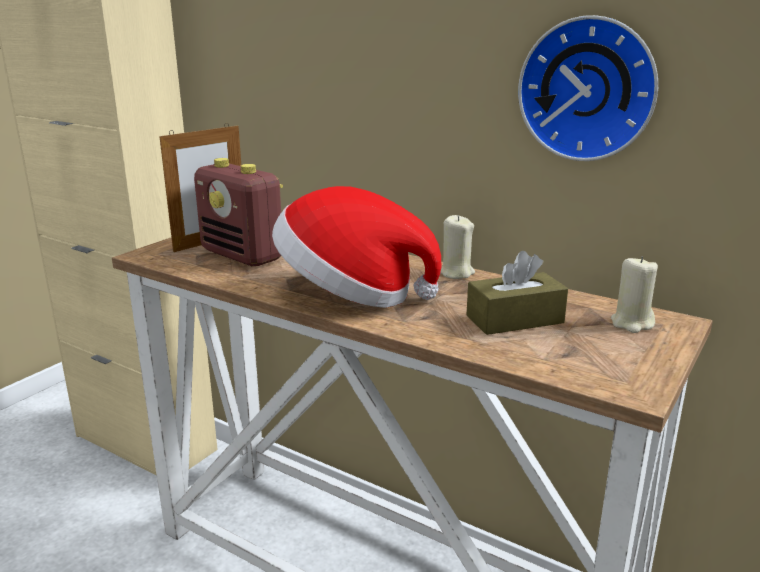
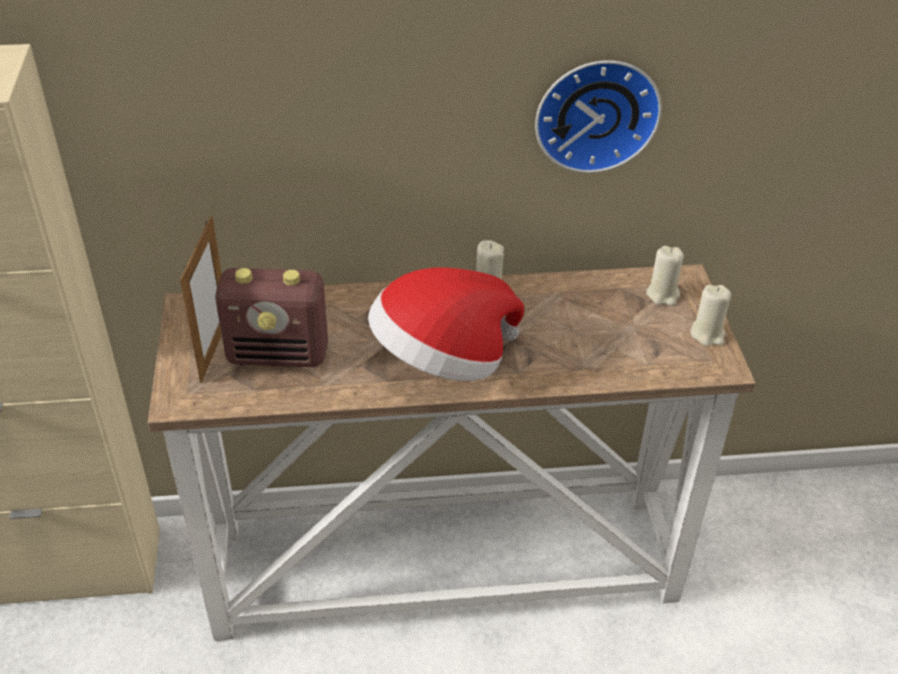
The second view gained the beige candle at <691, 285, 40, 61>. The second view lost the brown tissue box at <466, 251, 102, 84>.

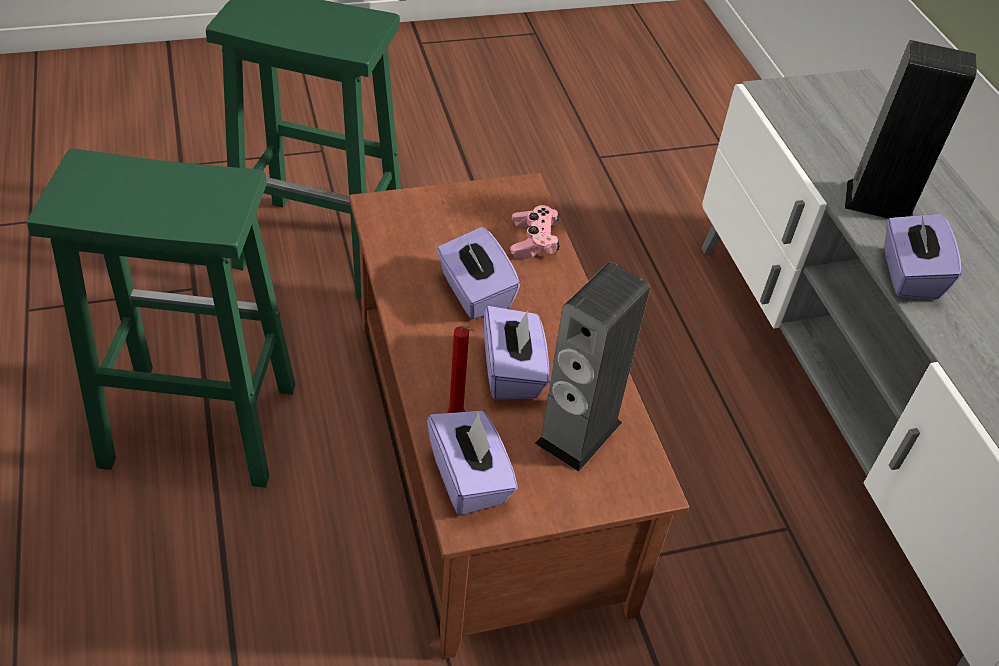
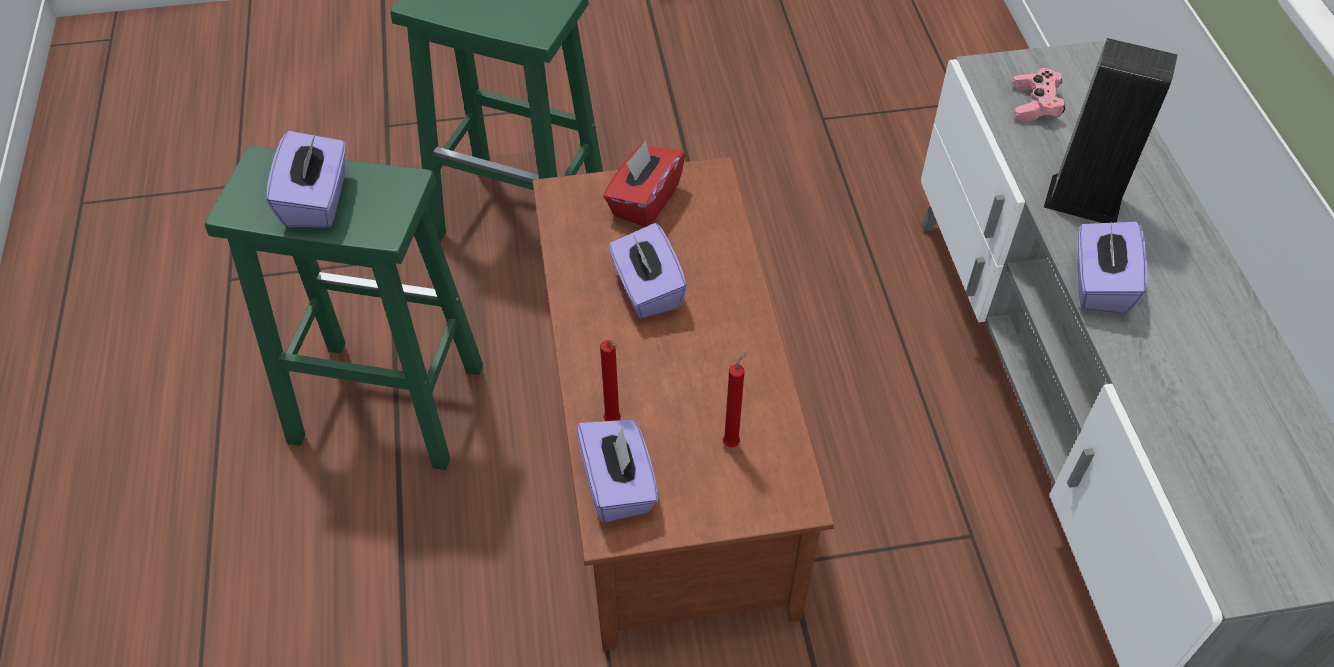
The purple tissue box ended up elsewhere, having gone from <484, 306, 65, 93> to <266, 131, 80, 96>. The second view gained the red tissue box at <603, 141, 82, 86>. Where the speaker stood at <535, 262, 115, 210>, the red candle came to stand at <723, 351, 24, 96>. The pink game controller ended up elsewhere, having gone from <510, 205, 49, 54> to <1013, 68, 53, 53>.

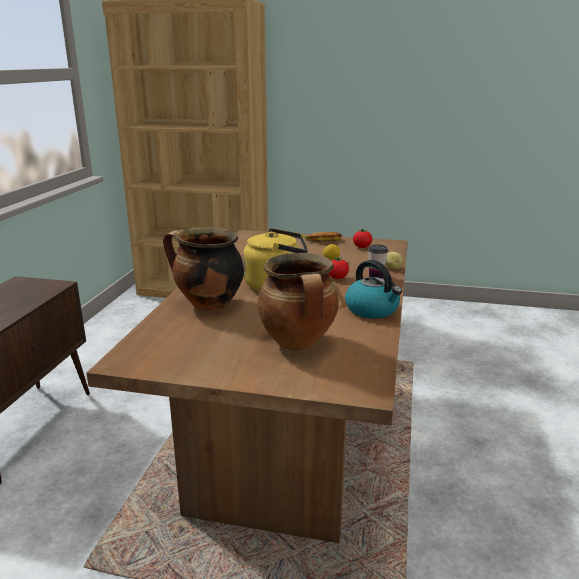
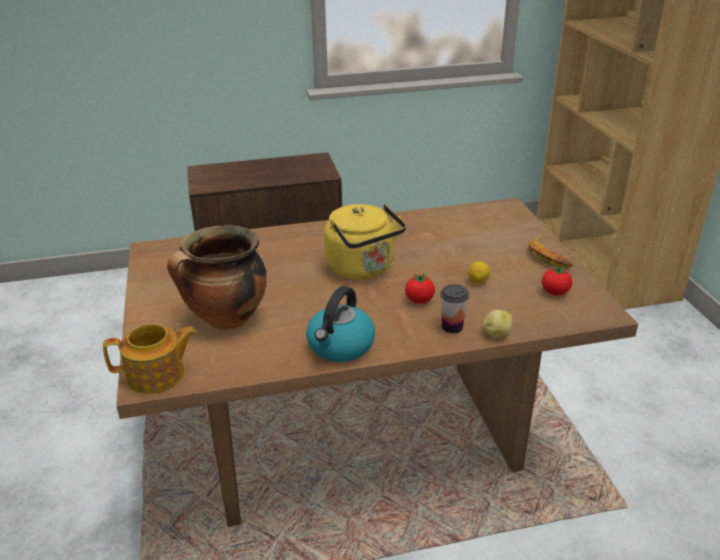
The second view gained the teapot at <103, 323, 94, 71>. The second view lost the cooking pot at <163, 227, 81, 84>.

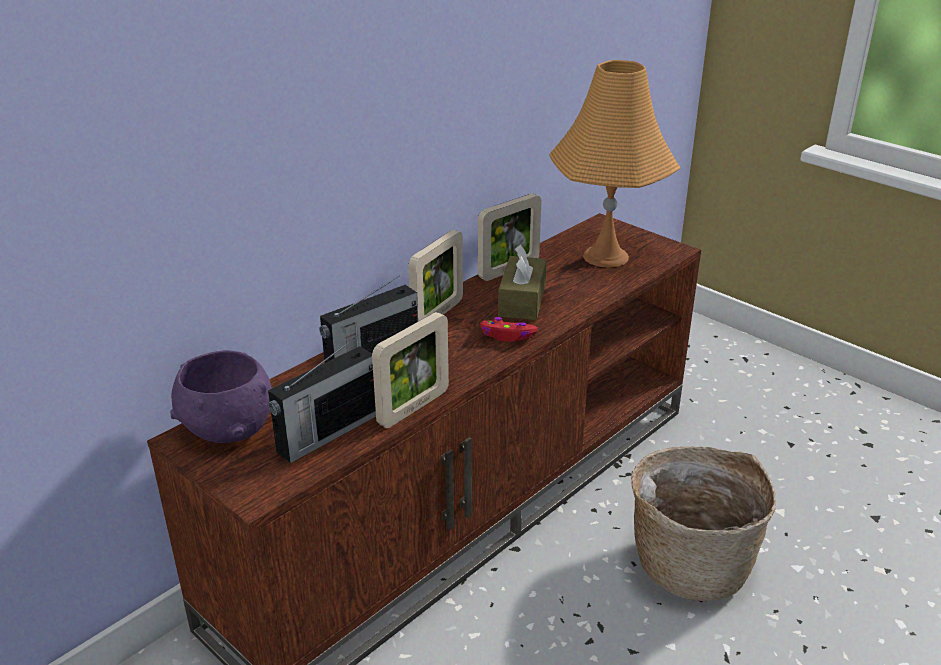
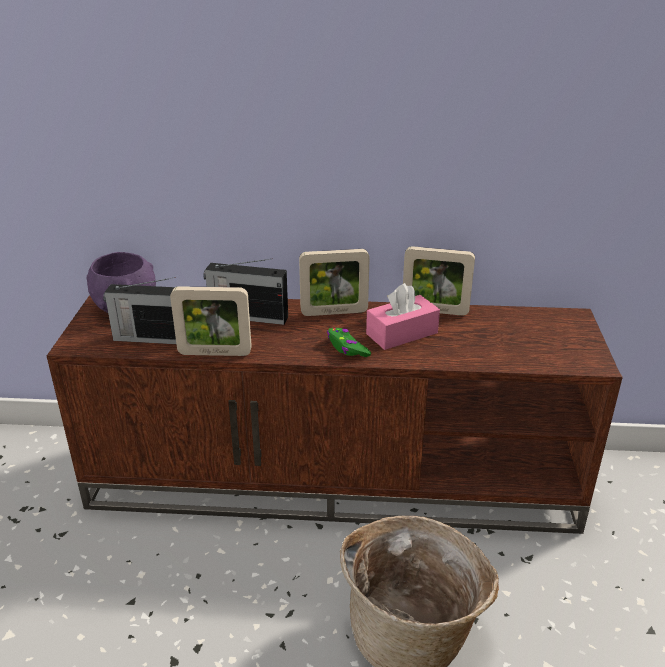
What was the red game controller at <480, 317, 58, 25> turned into the green game controller at <327, 328, 44, 29>. What was the brown tissue box at <498, 245, 49, 75> turned into the pink tissue box at <366, 283, 74, 67>. The second view lost the orange table lamp at <549, 60, 131, 208>.

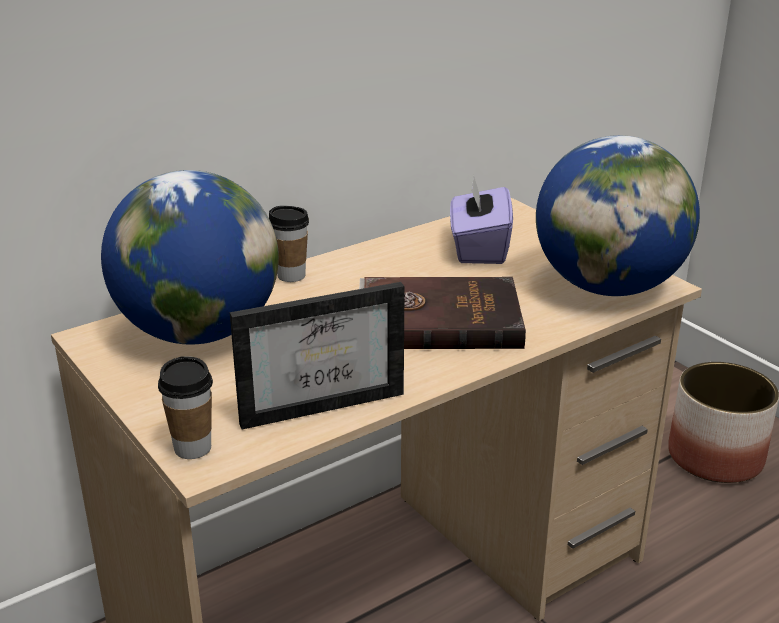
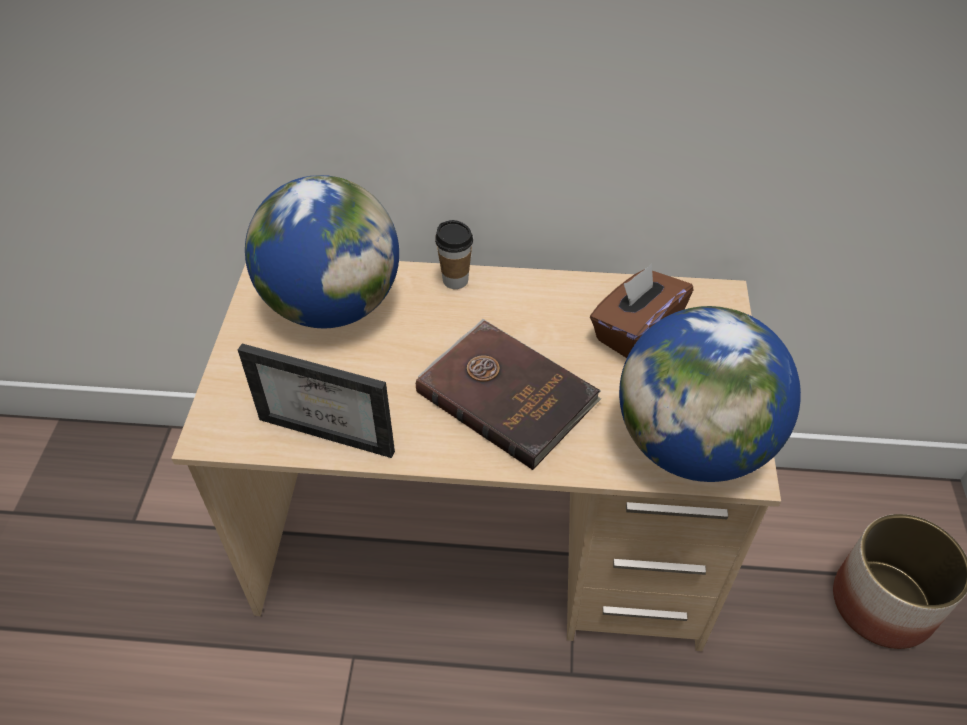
What was the purple tissue box at <450, 174, 63, 90> turned into the brown tissue box at <590, 264, 104, 94>. The second view lost the cup at <158, 356, 55, 103>.

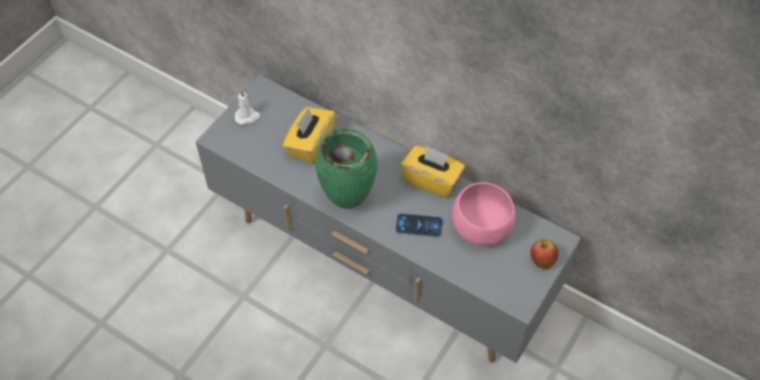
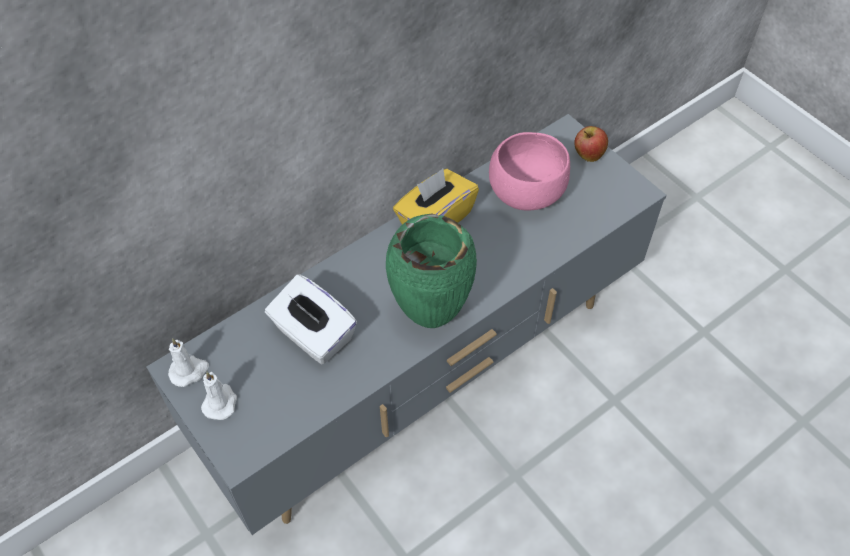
The second view gained the white candle at <168, 338, 41, 49>. What was the yellow tissue box at <282, 107, 54, 57> turned into the white tissue box at <265, 274, 92, 91>. The second view lost the phone at <396, 213, 47, 24>.

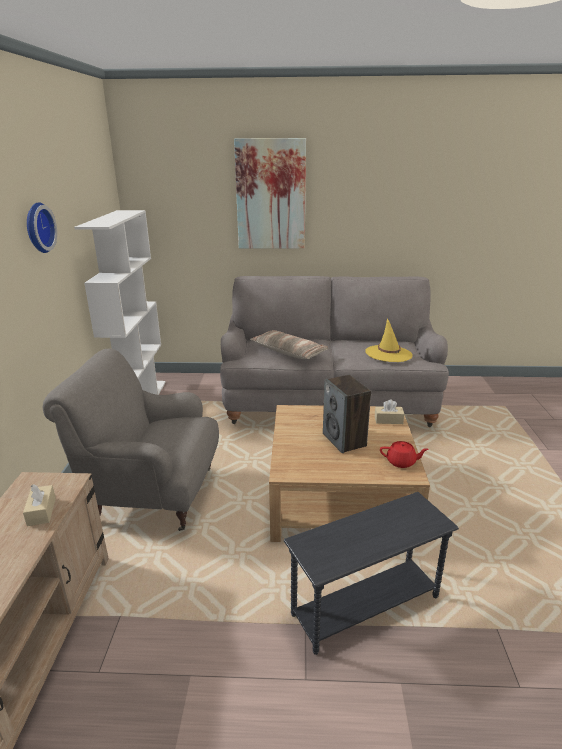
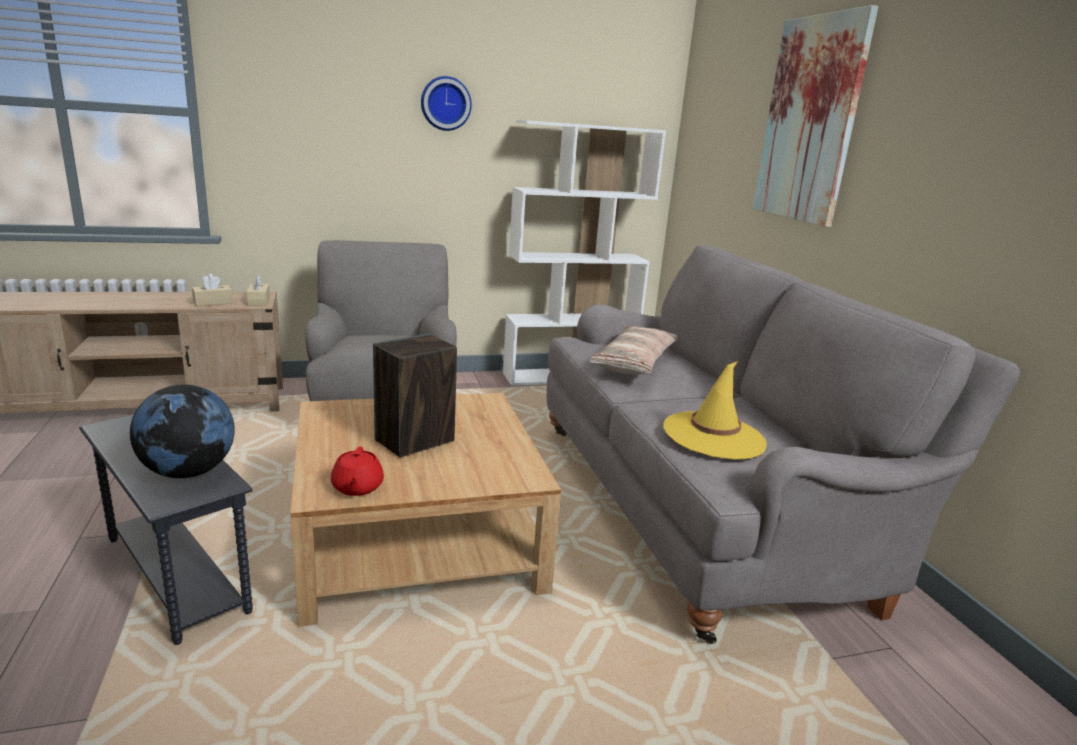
The second view gained the globe at <130, 385, 105, 93>. The beige tissue box ended up elsewhere, having gone from <375, 399, 29, 25> to <246, 274, 24, 32>.

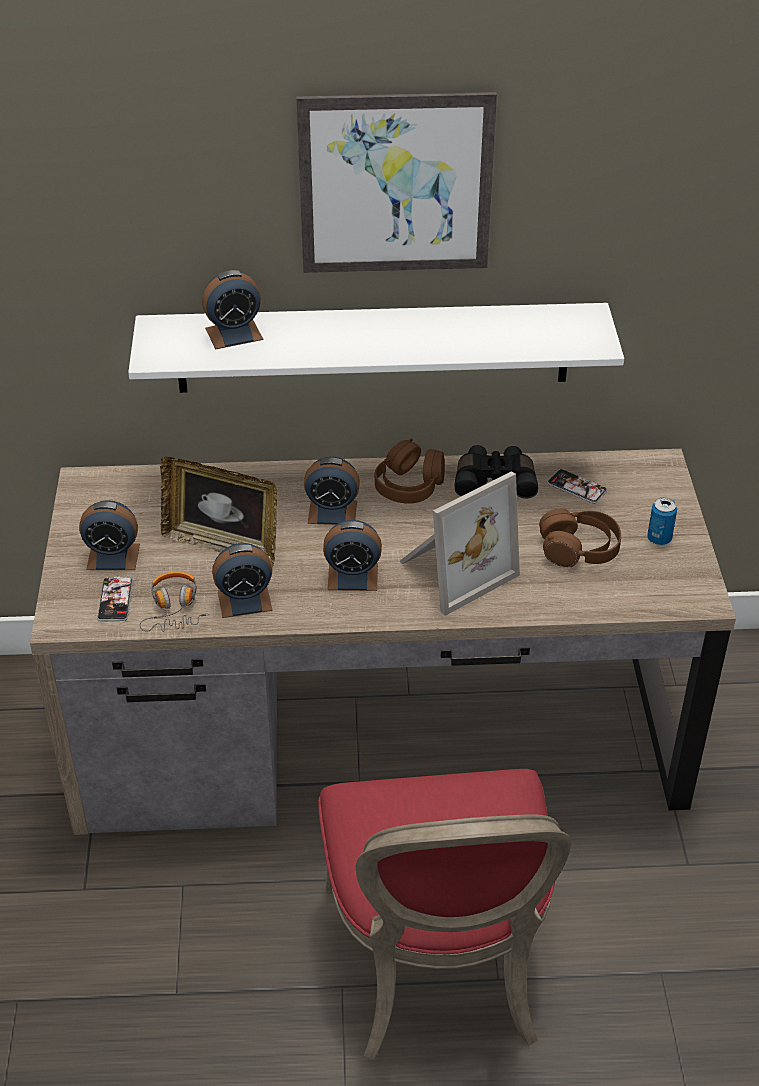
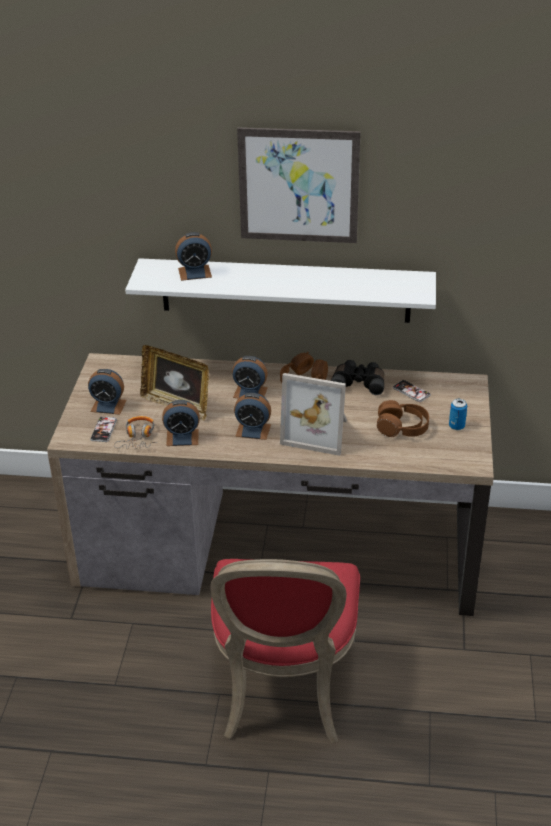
The picture frame at <399, 471, 121, 145> ended up facing another way, 45 degrees clockwise from before.

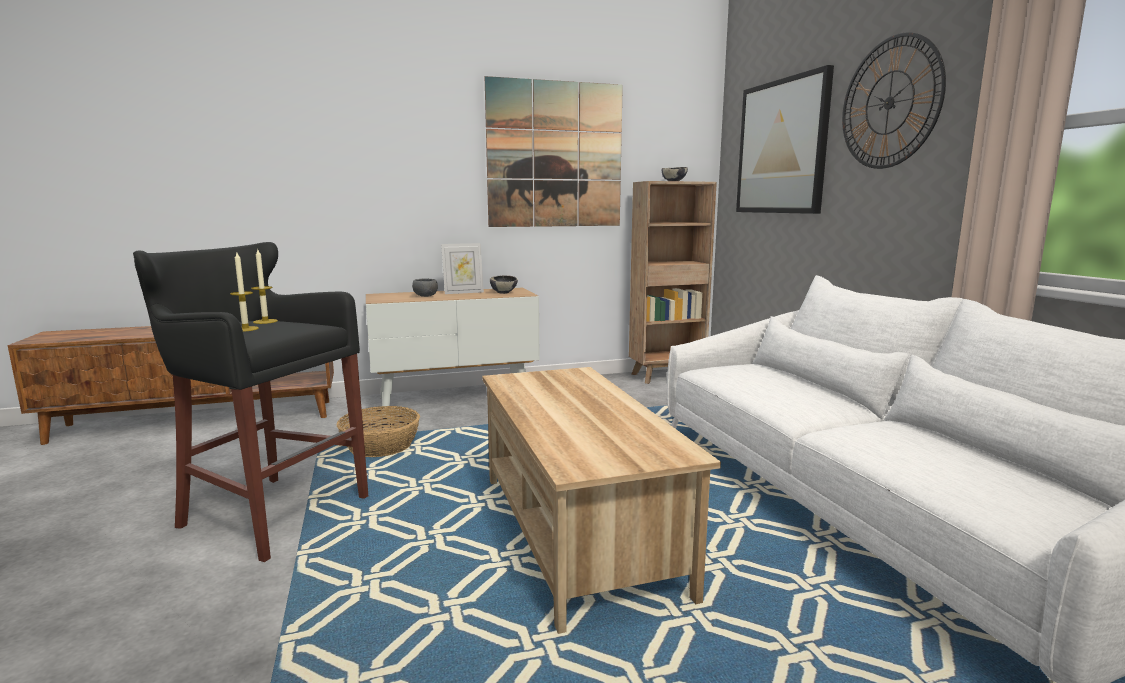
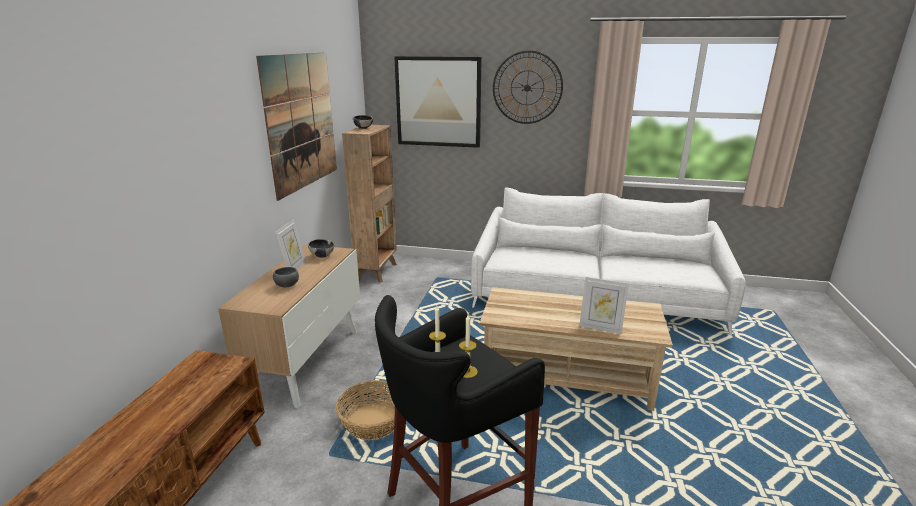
The second view gained the picture frame at <579, 277, 50, 57>.

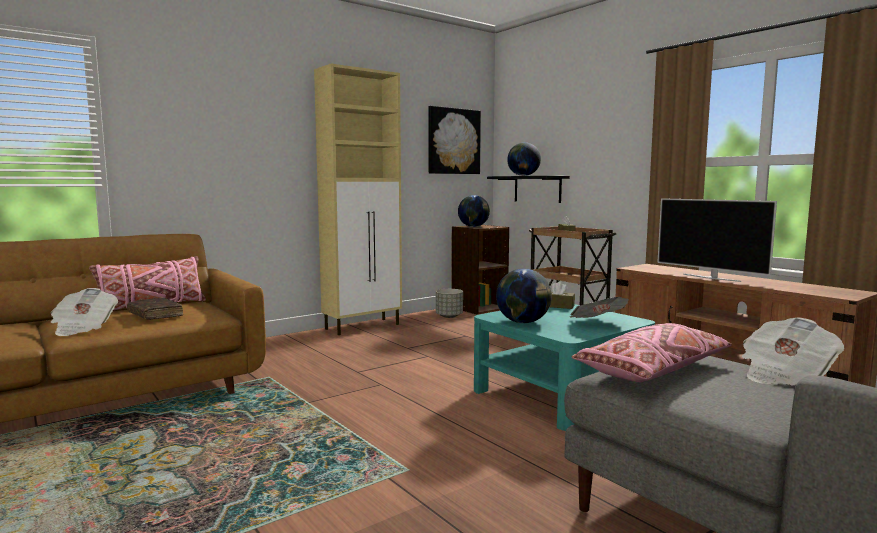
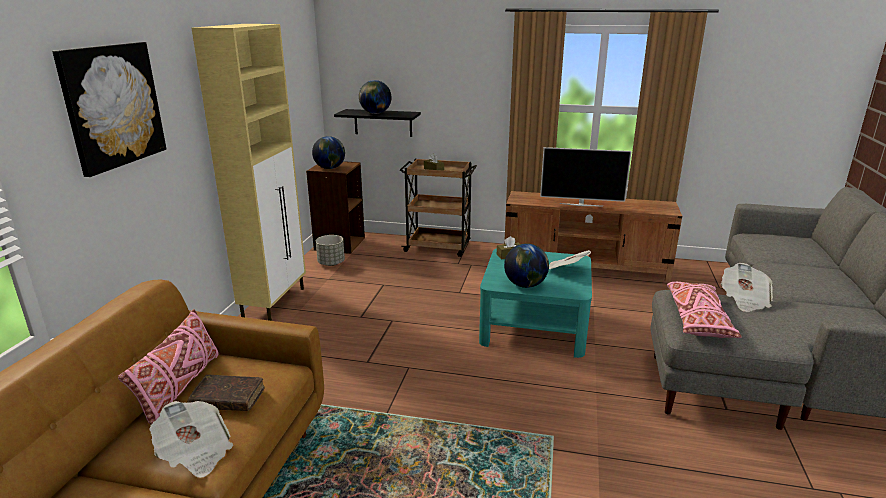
The picture ended up elsewhere, having gone from <428, 106, 53, 68> to <52, 42, 114, 135>.

